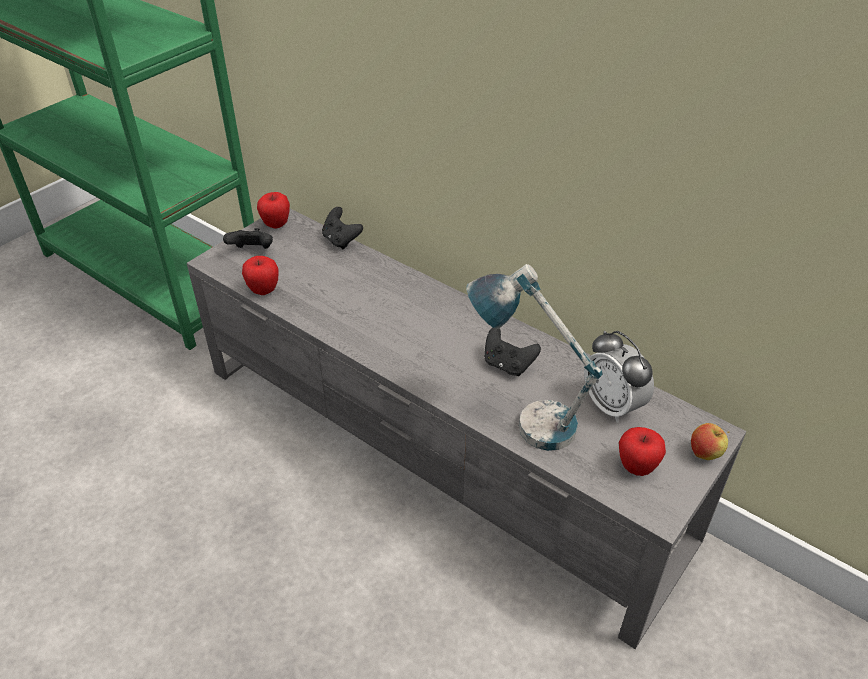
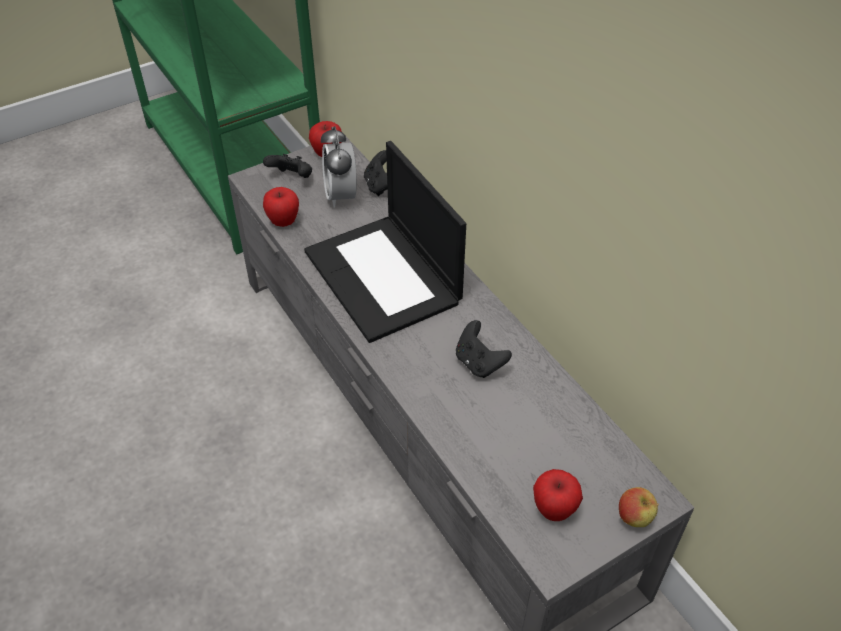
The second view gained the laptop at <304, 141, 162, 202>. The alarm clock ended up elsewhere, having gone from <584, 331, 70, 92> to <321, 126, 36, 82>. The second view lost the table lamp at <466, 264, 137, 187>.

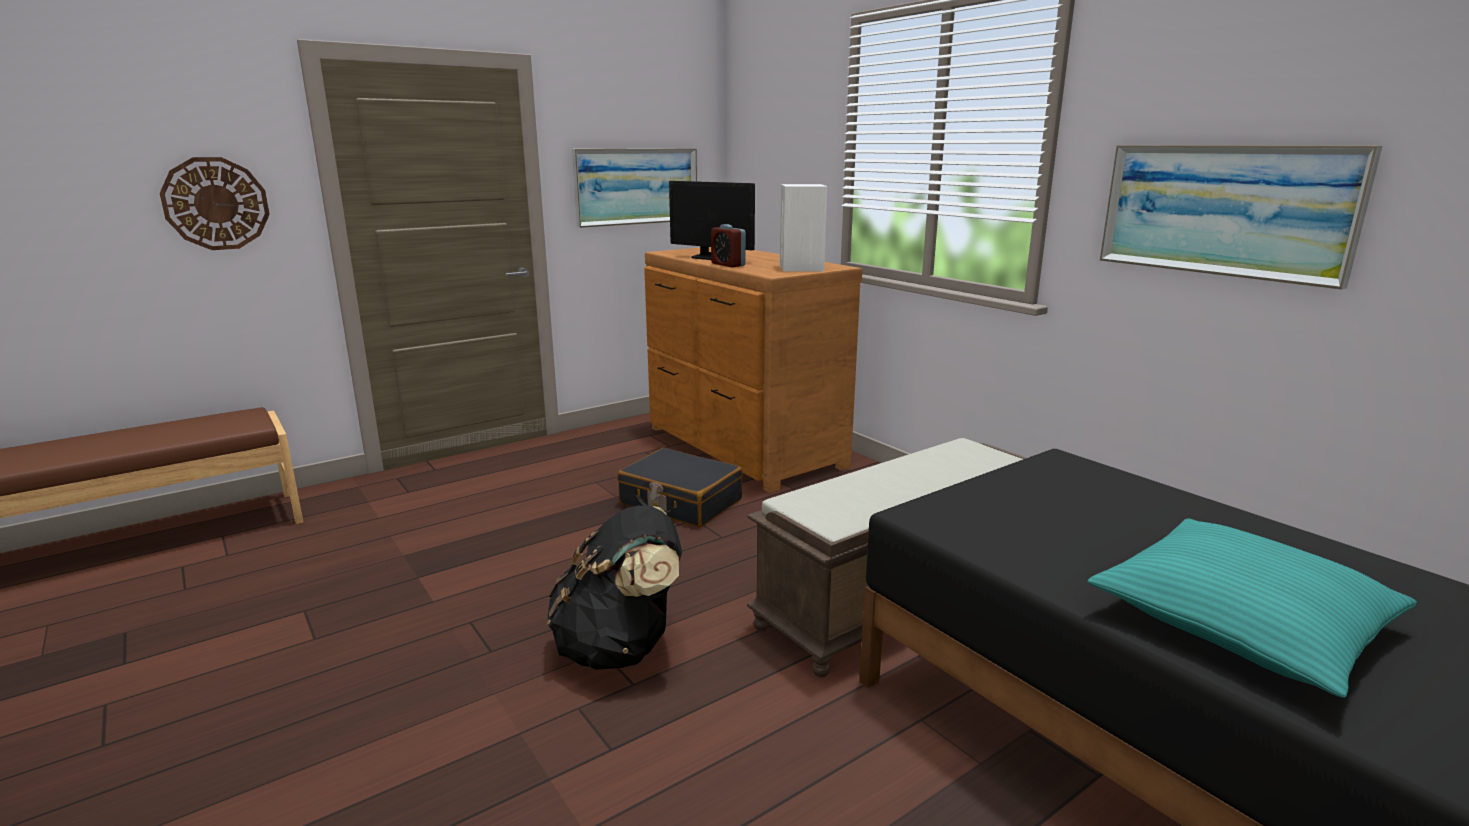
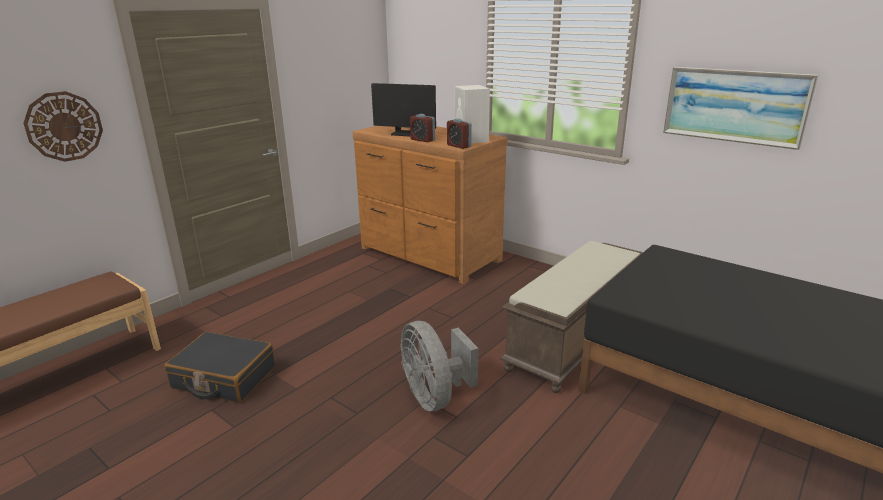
The black suitcase ended up elsewhere, having gone from <617, 448, 126, 80> to <164, 332, 111, 71>. Where the black backpack stood at <547, 505, 135, 165>, the grey fan came to stand at <401, 321, 78, 90>. The second view gained the alarm clock at <447, 119, 25, 30>. The second view lost the picture at <572, 148, 125, 80>. The second view lost the turquoise pillow at <1087, 518, 330, 180>.

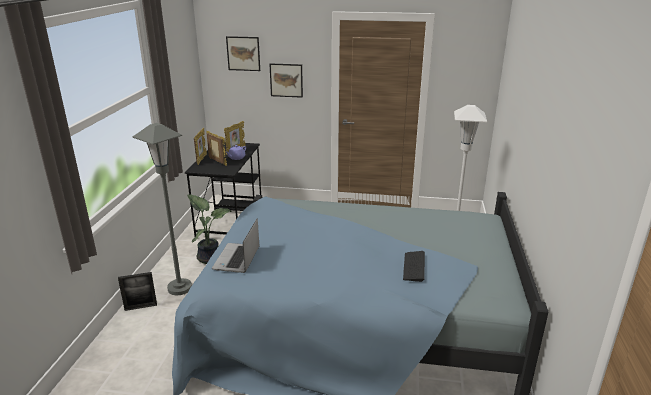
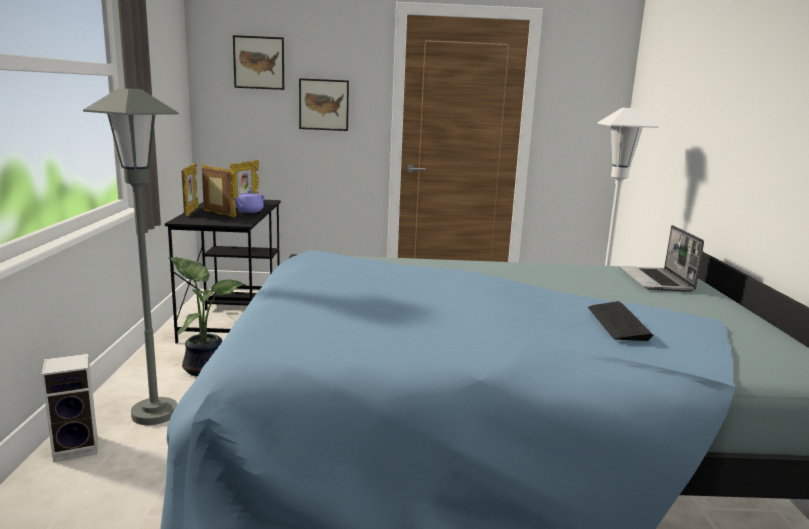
Where the picture frame stood at <118, 272, 39, 39>, the speaker came to stand at <42, 354, 55, 108>. The laptop ended up elsewhere, having gone from <212, 218, 47, 55> to <620, 225, 84, 67>.

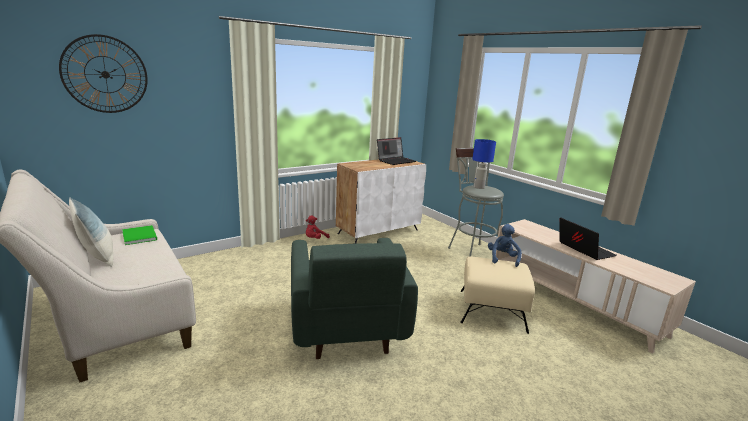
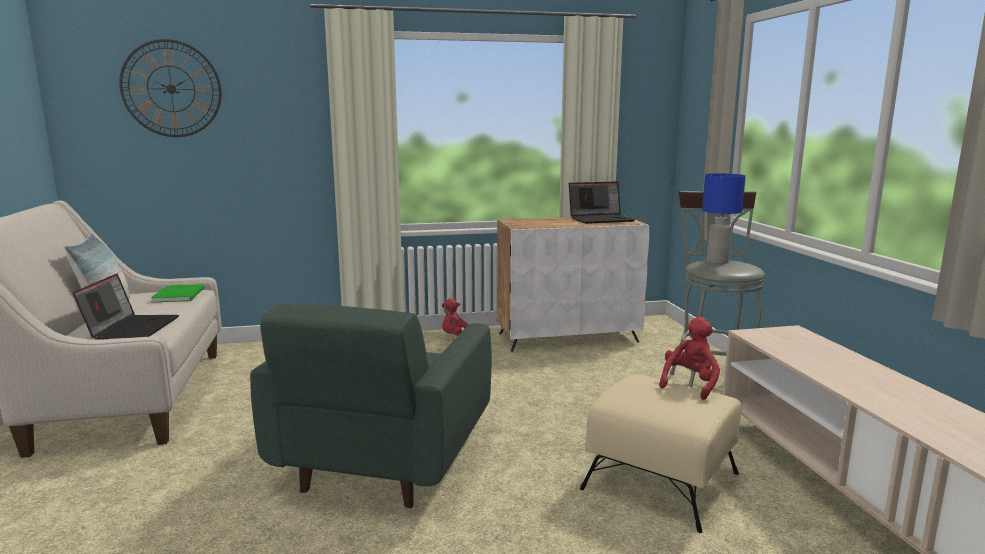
The laptop ended up elsewhere, having gone from <559, 217, 58, 43> to <73, 273, 106, 67>. What was the blue plush toy at <488, 224, 34, 43> turned into the red plush toy at <659, 317, 61, 83>.

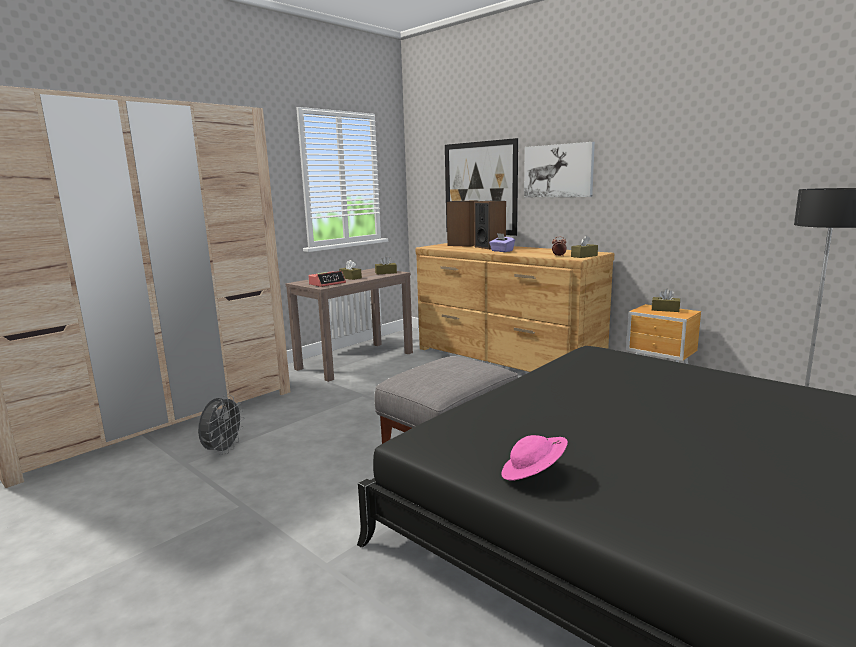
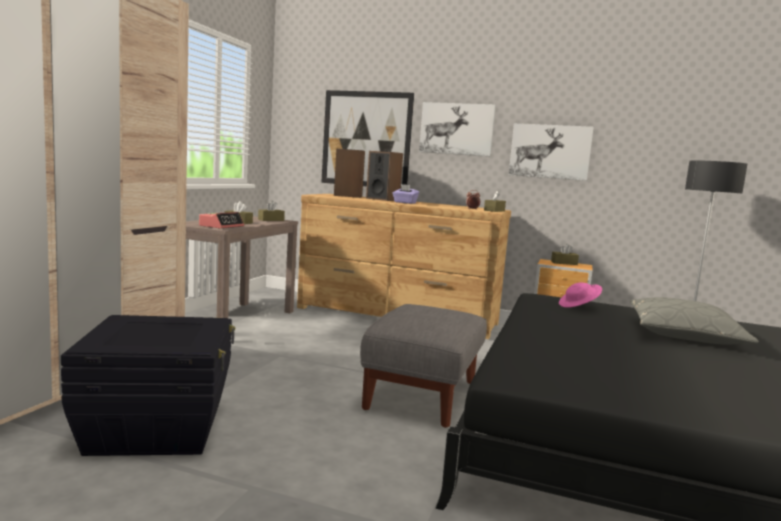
Where the grey fan stood at <198, 395, 47, 60>, the black storage box came to stand at <61, 315, 174, 141>. The second view gained the picture at <509, 123, 85, 58>. The pink hat ended up elsewhere, having gone from <501, 435, 67, 45> to <559, 283, 43, 25>. The second view gained the grey pillow at <630, 297, 129, 48>.

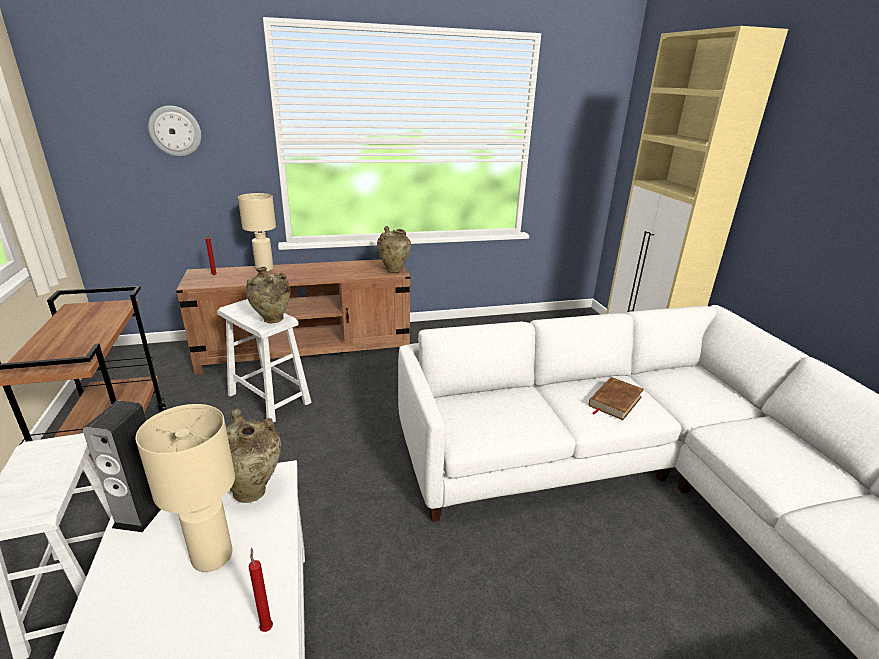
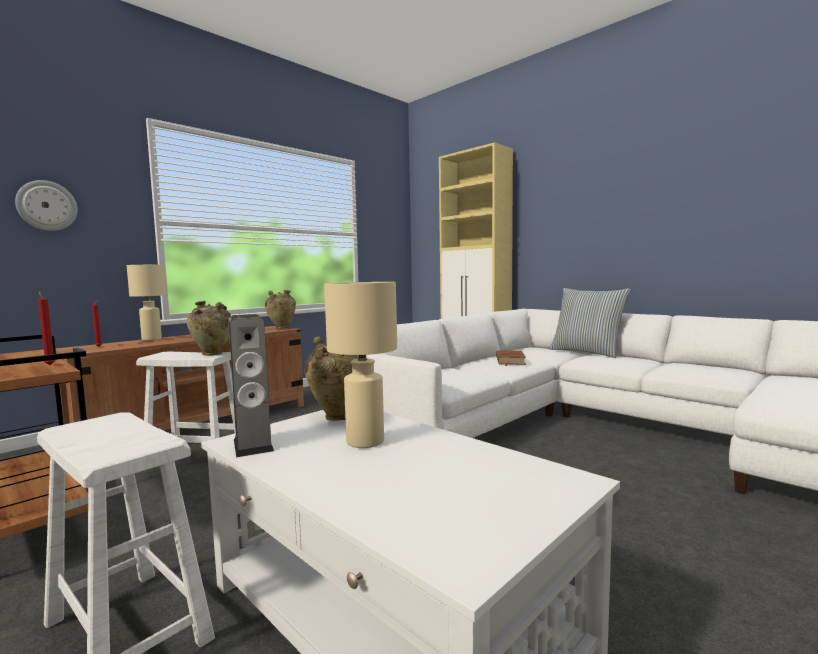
The red candle ended up elsewhere, having gone from <249, 548, 24, 84> to <38, 291, 18, 74>. The second view gained the pillow at <549, 288, 81, 70>.

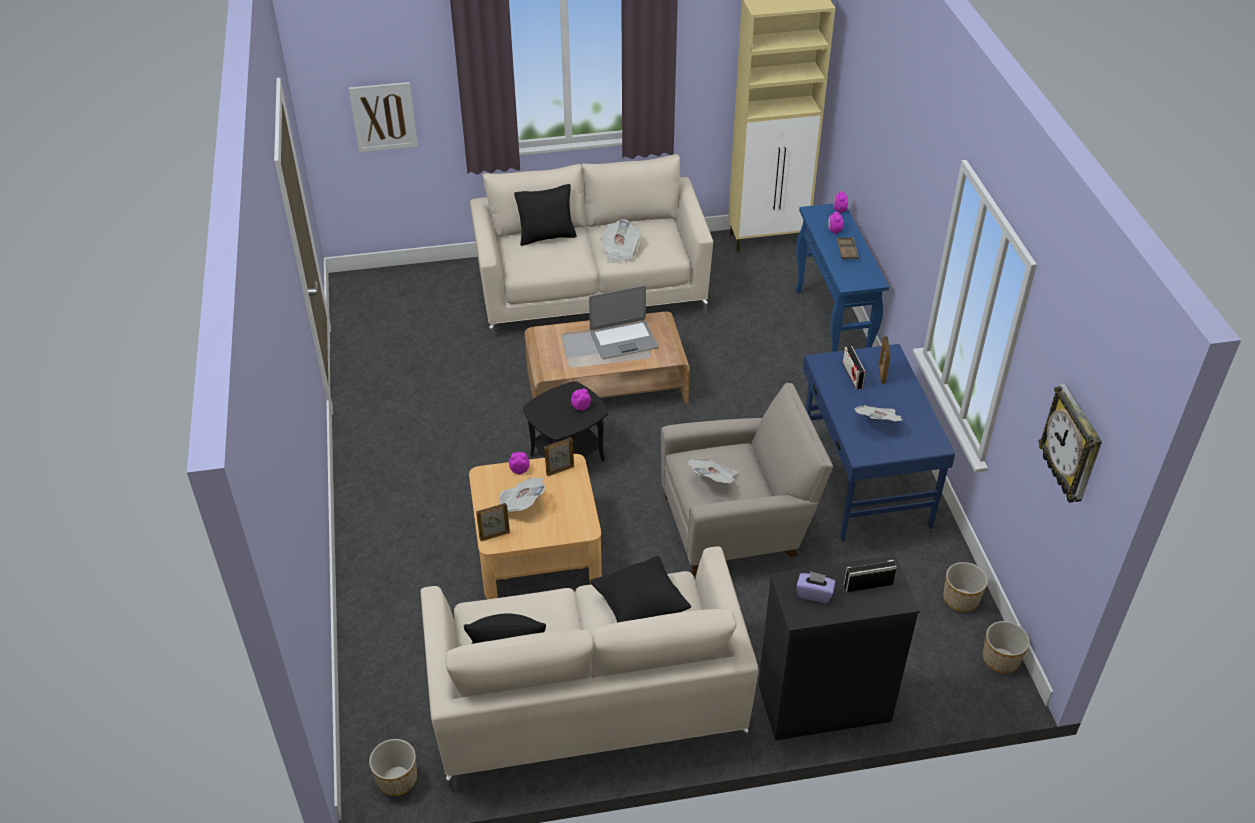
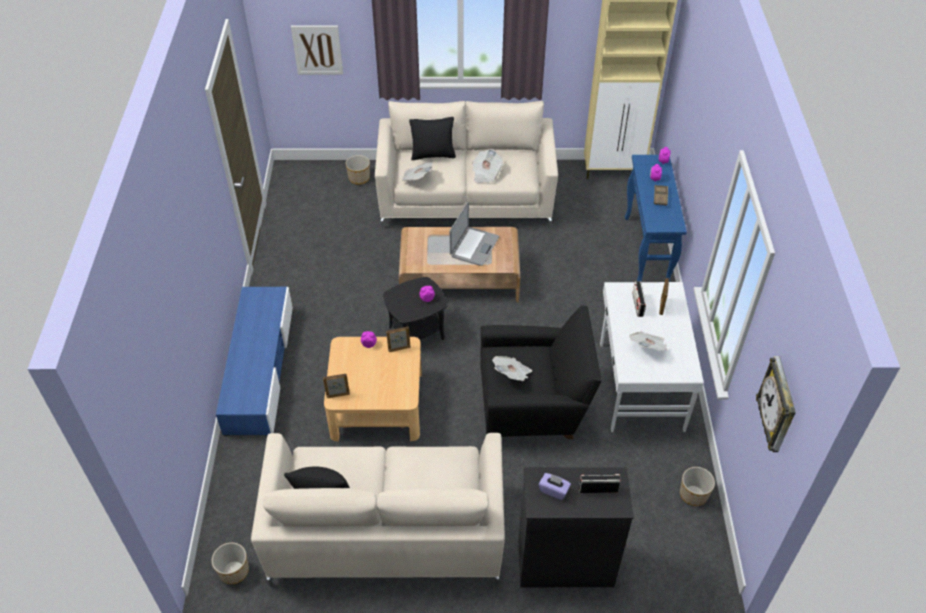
The second view gained the blue tv stand at <216, 287, 77, 149>. The planter ended up elsewhere, having gone from <983, 621, 47, 53> to <346, 155, 24, 30>. The newspaper ended up elsewhere, having gone from <499, 478, 46, 34> to <402, 162, 31, 19>. The laptop at <589, 285, 70, 74> ended up facing another way, 60 degrees counterclockwise from before. What was the beige armchair at <661, 383, 172, 193> turned into the black armchair at <480, 305, 122, 134>. What was the blue desk at <803, 344, 152, 197> turned into the white desk at <600, 282, 104, 150>. The second view lost the black pillow at <591, 555, 100, 68>.

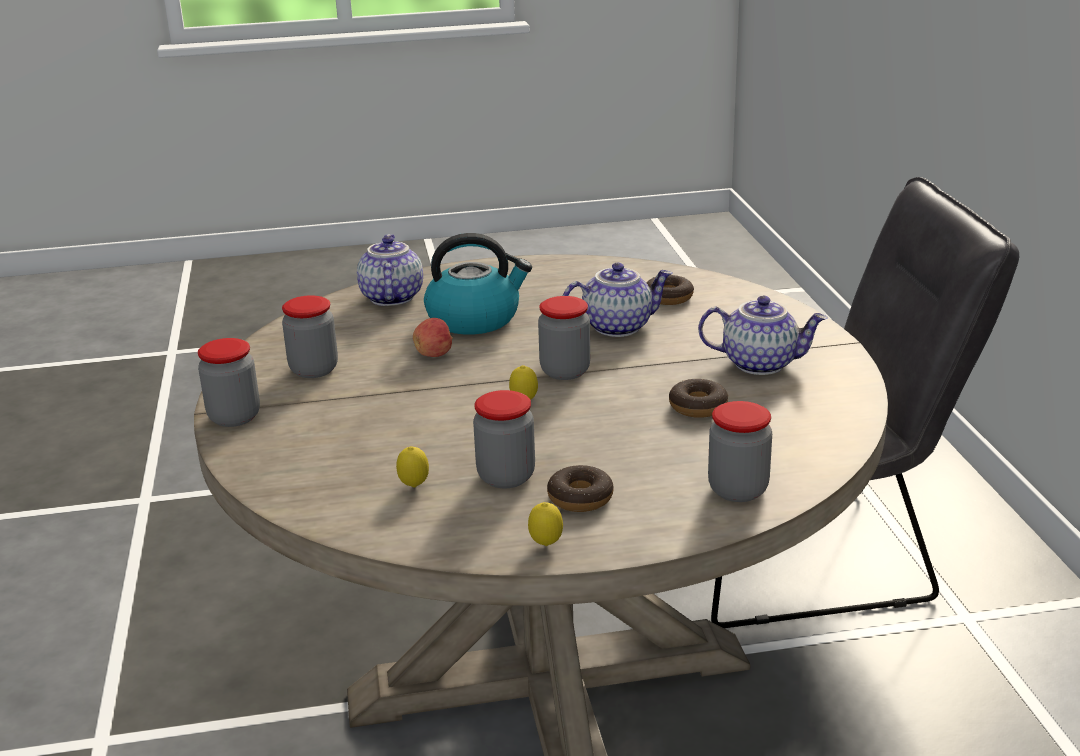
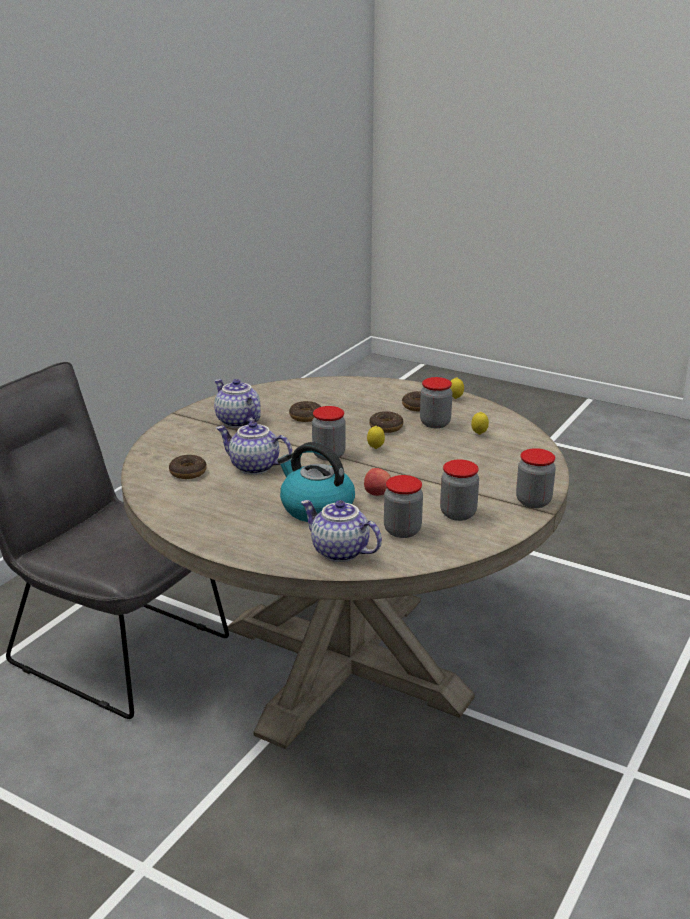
The teapot at <357, 234, 66, 72> ended up facing another way, 90 degrees clockwise from before. The second view gained the donut at <369, 411, 34, 22>. The jar ended up elsewhere, having gone from <708, 401, 64, 101> to <384, 475, 39, 63>.

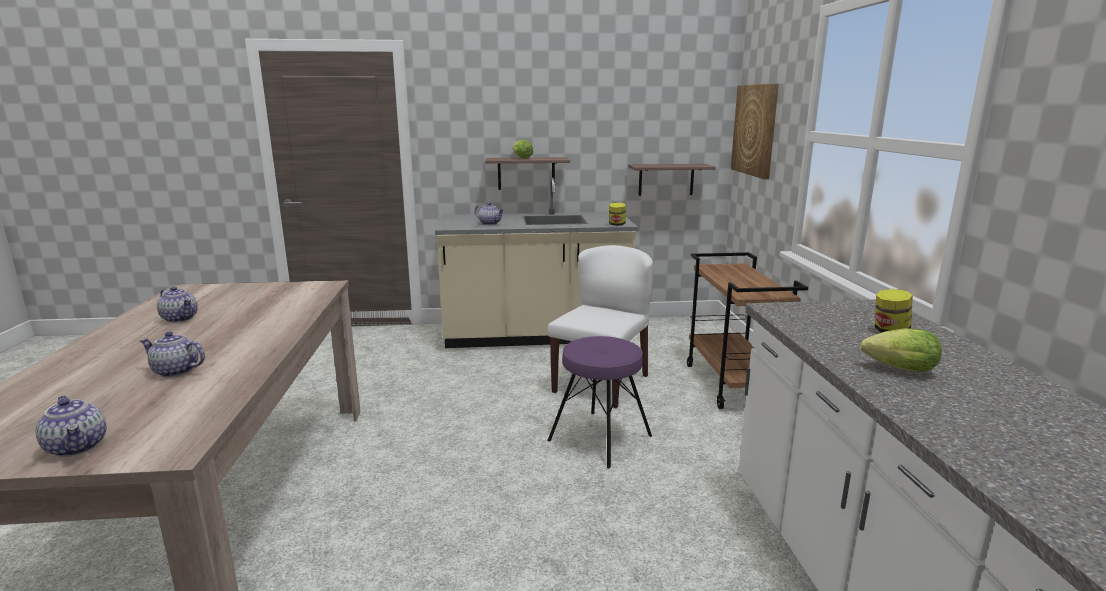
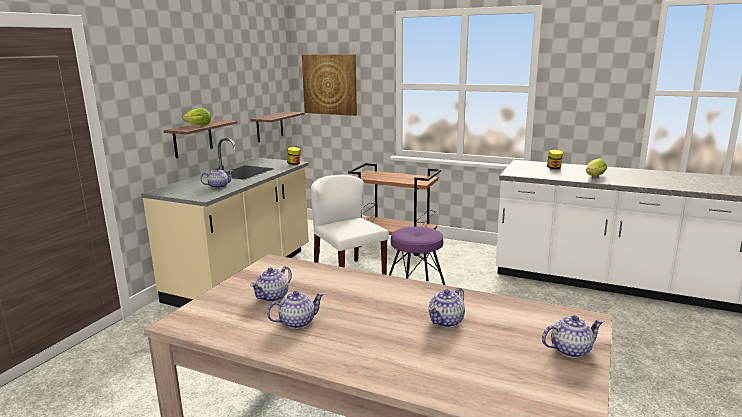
The second view gained the teapot at <250, 266, 42, 36>.

